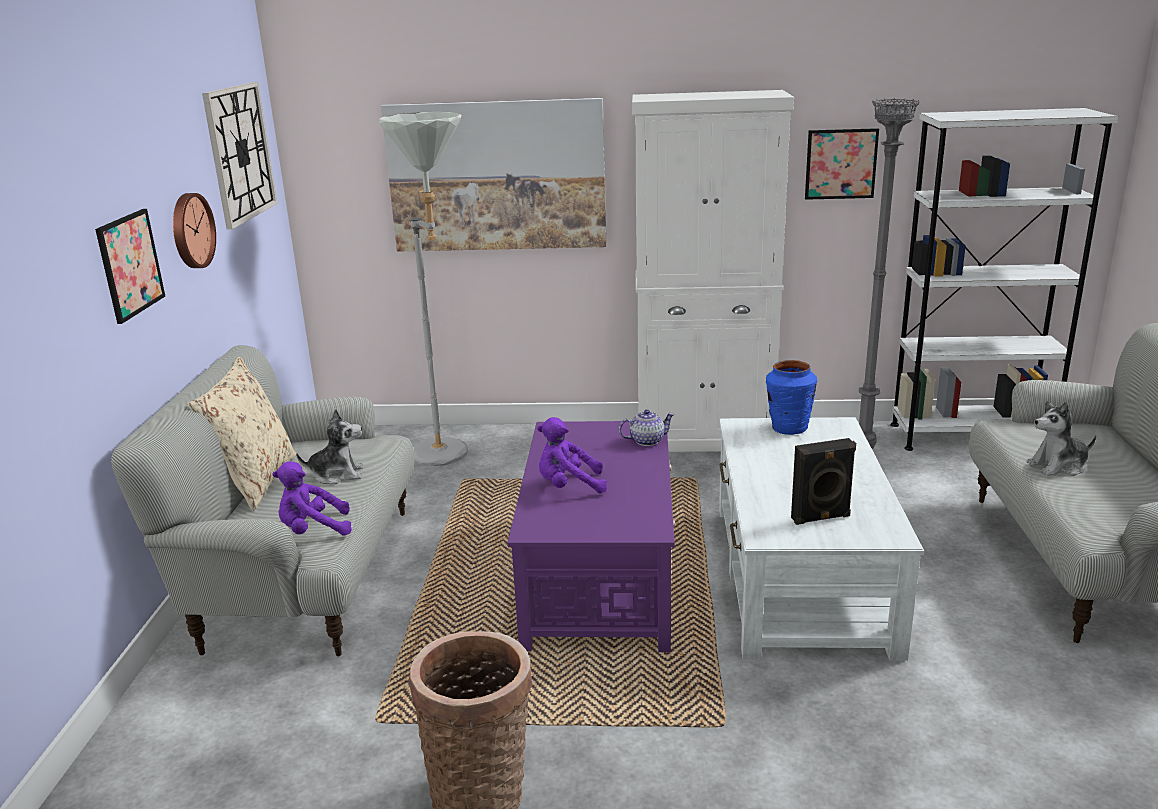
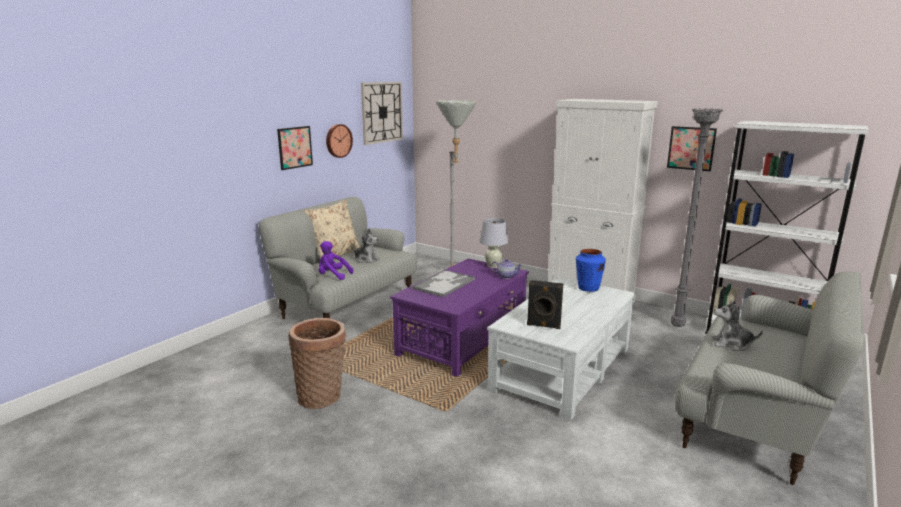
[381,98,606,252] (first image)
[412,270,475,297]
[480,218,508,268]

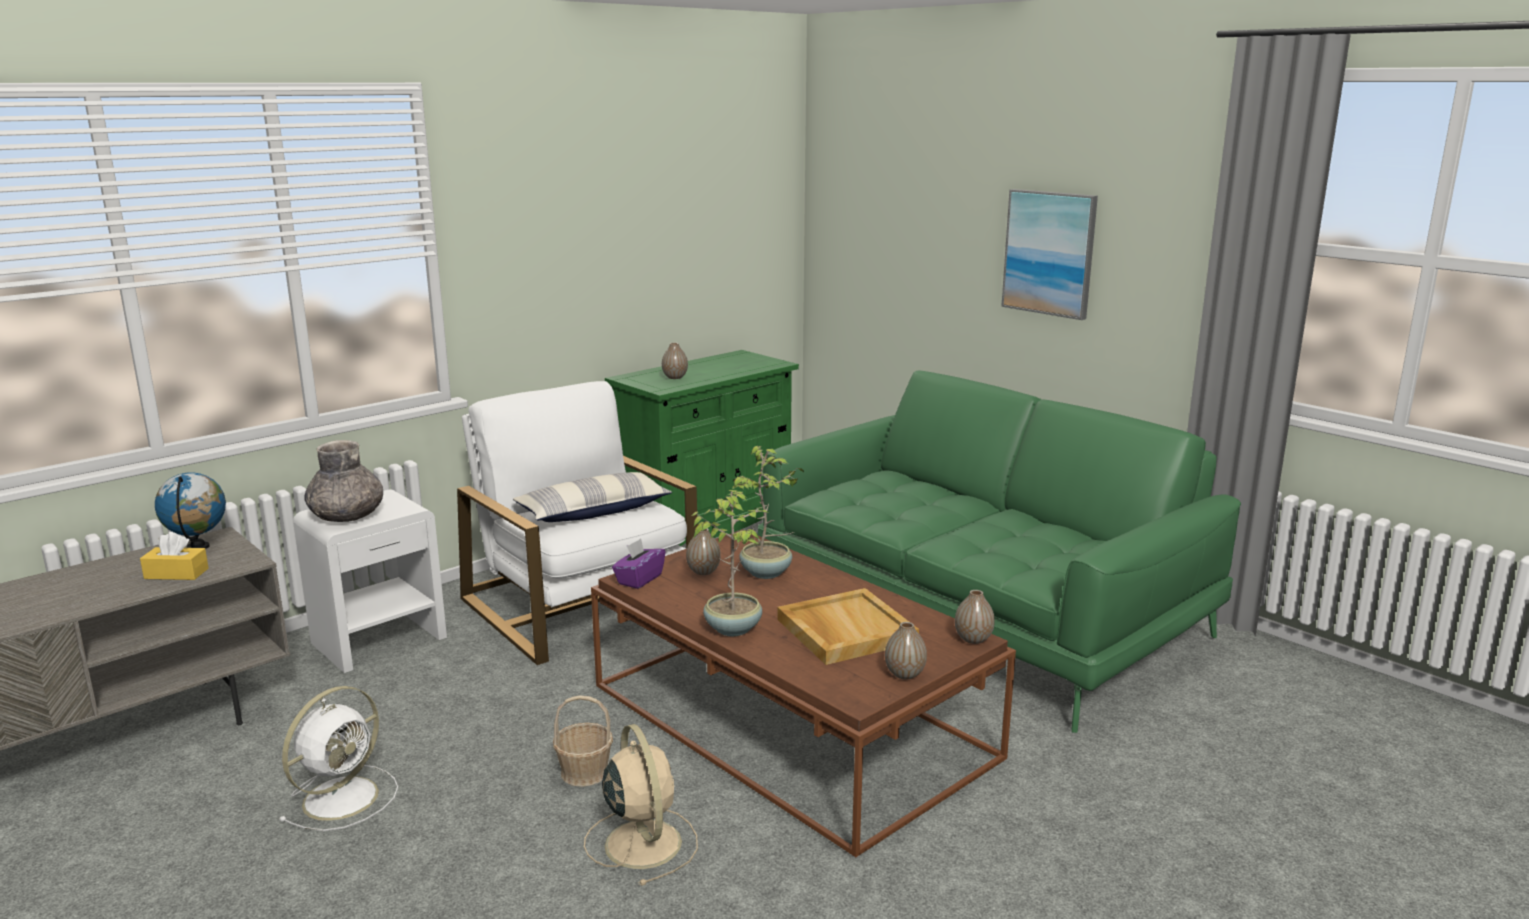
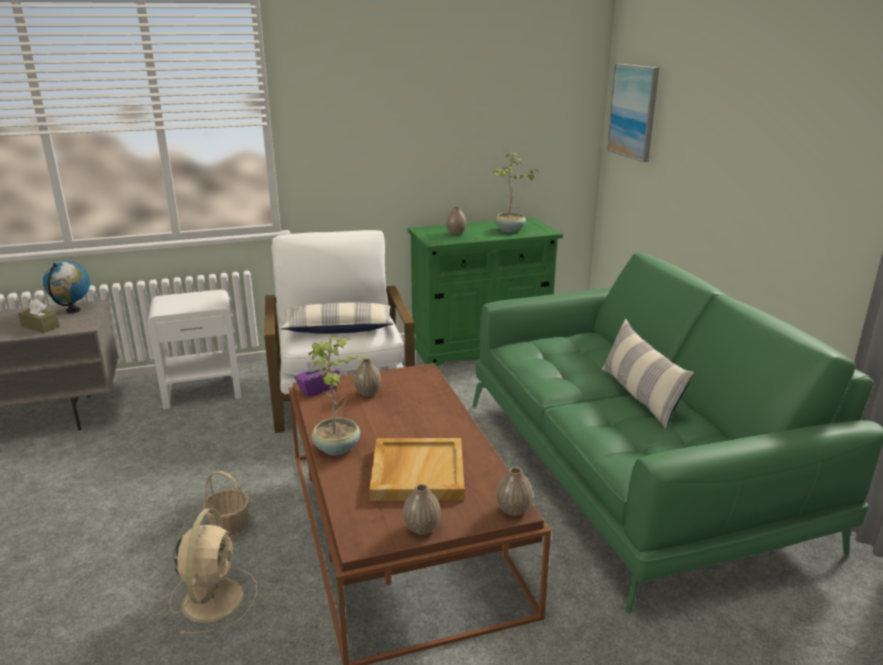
[607,64,659,162]
[304,440,383,522] (first image)
[492,152,538,232]
[18,299,60,333]
[278,686,398,831] (first image)
[602,319,694,429]

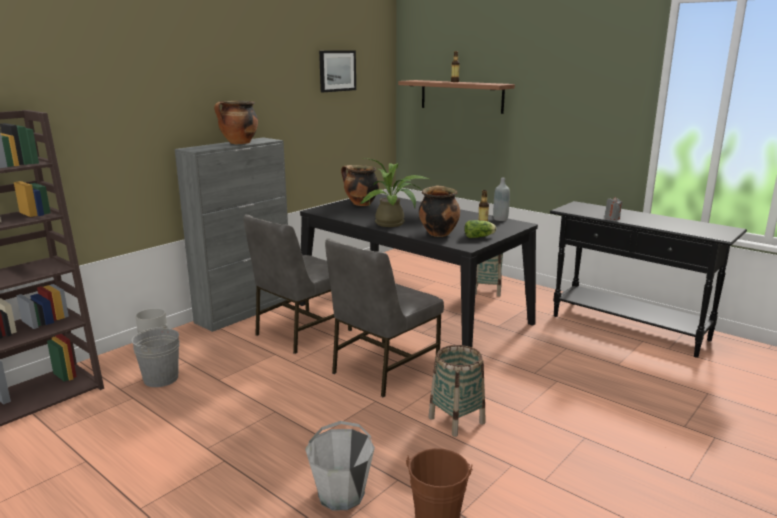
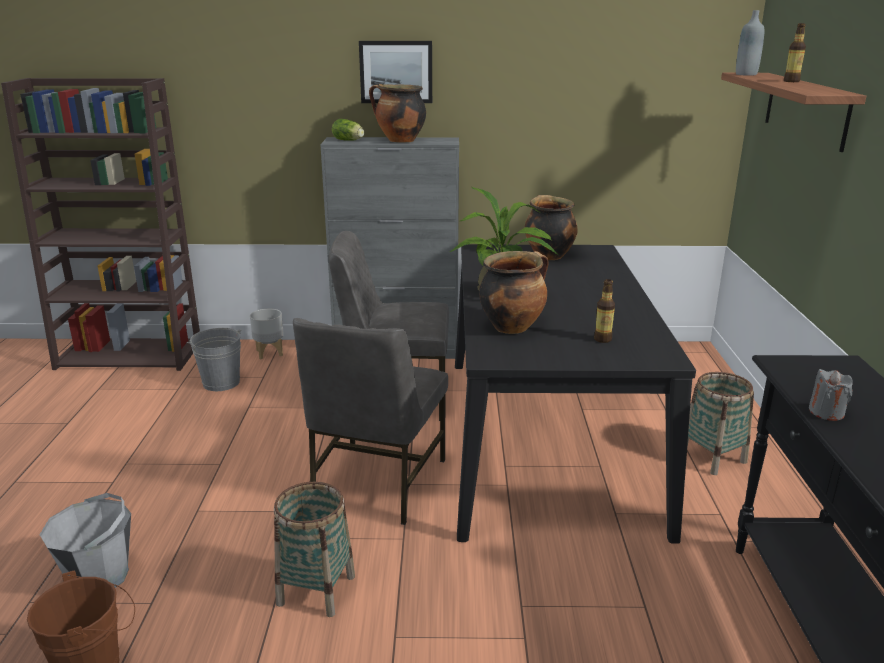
[359,41,432,103]
[736,10,764,76]
[332,119,364,141]
[293,318,448,525]

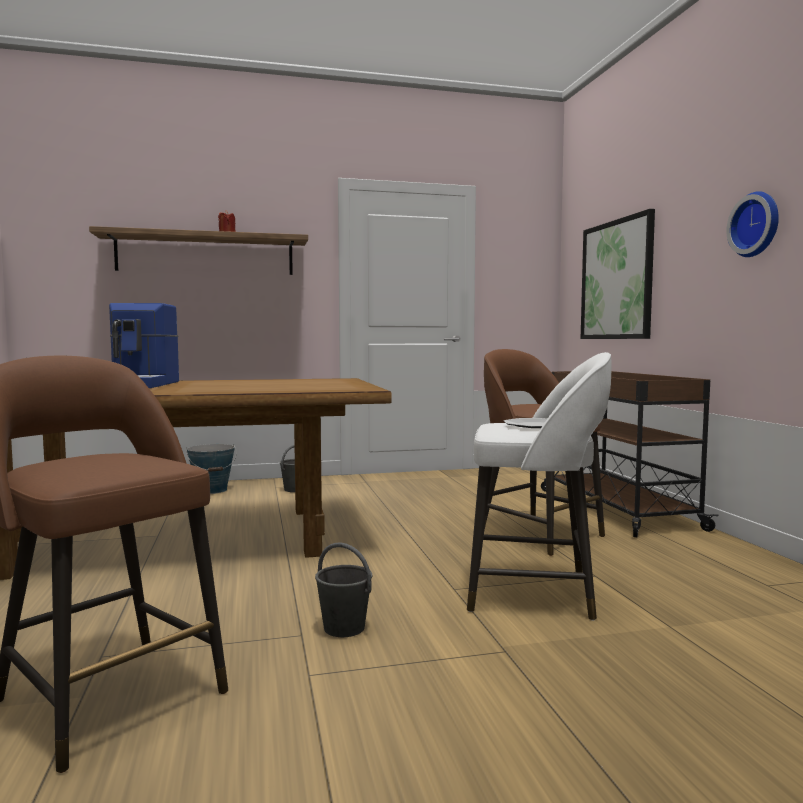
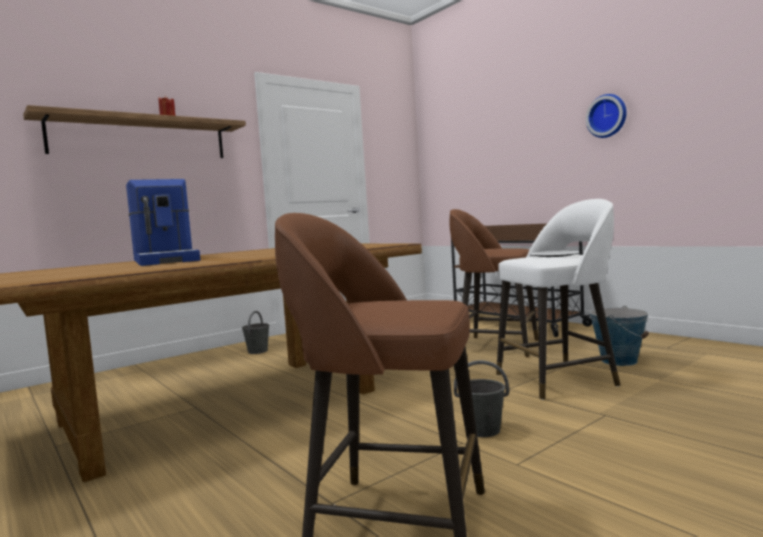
[581,209,655,339] (first image)
[590,306,649,366]

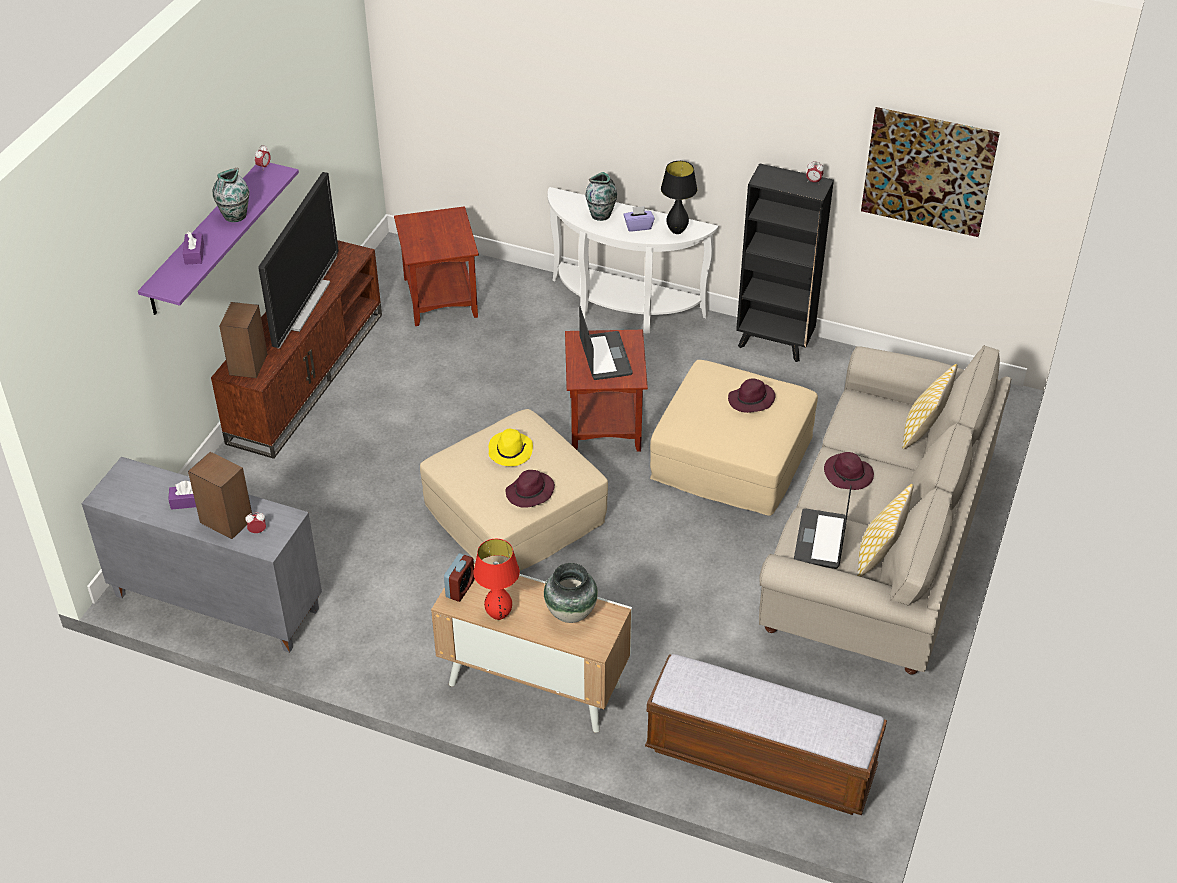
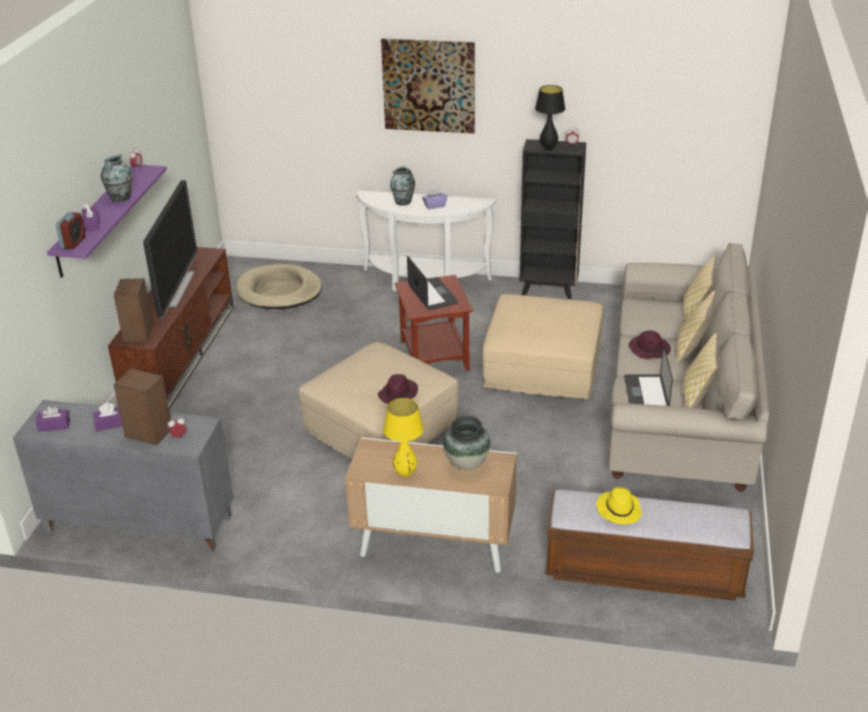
[381,39,475,134]
[535,85,565,151]
[236,264,322,309]
[728,378,776,413] (first image)
[597,487,642,524]
[383,398,424,477]
[56,212,86,249]
[676,290,716,363]
[36,406,70,432]

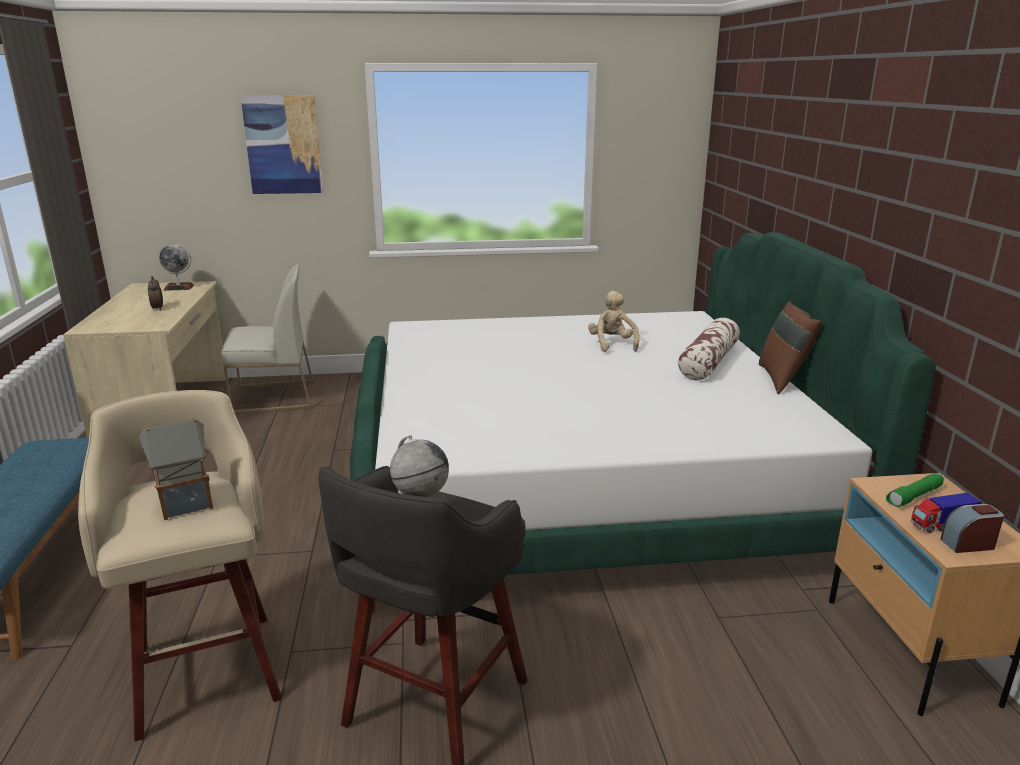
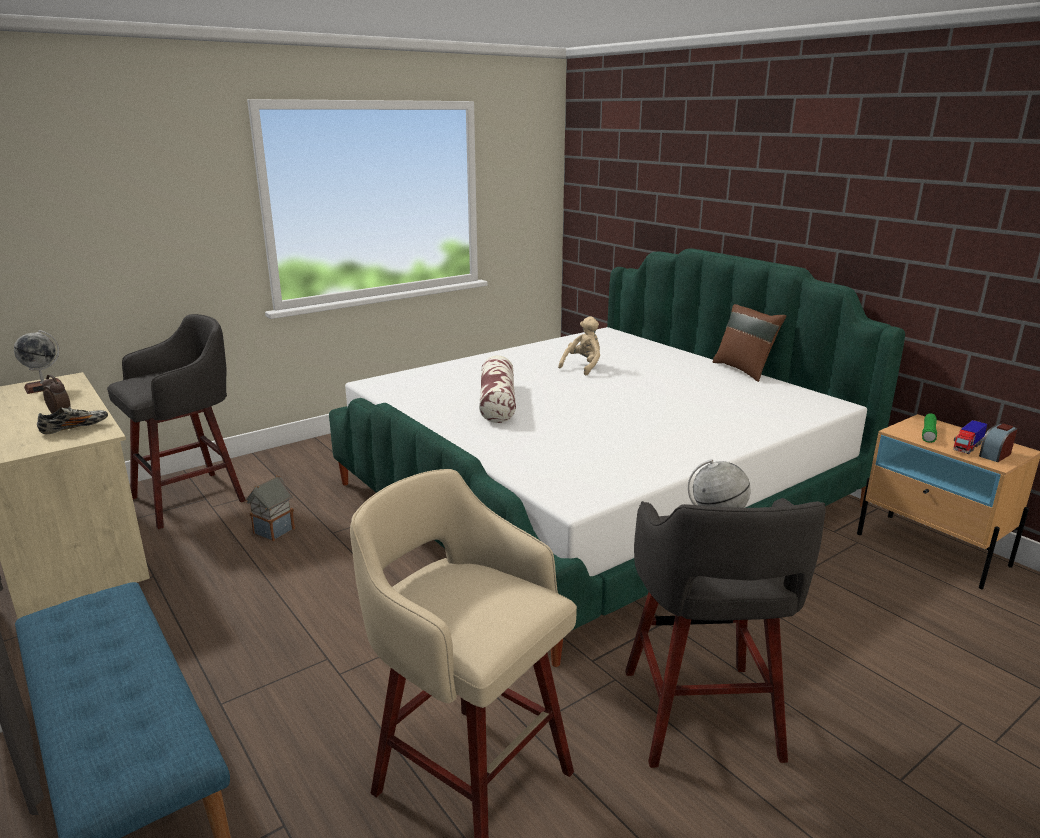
[241,95,323,194] (first image)
[107,314,246,529]
[558,316,600,375]
[479,355,516,423]
[245,475,295,541]
[37,406,108,434]

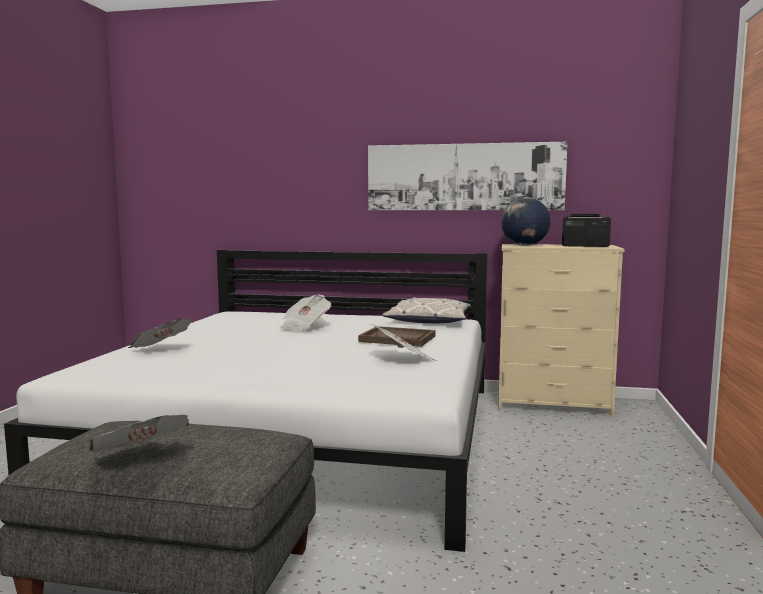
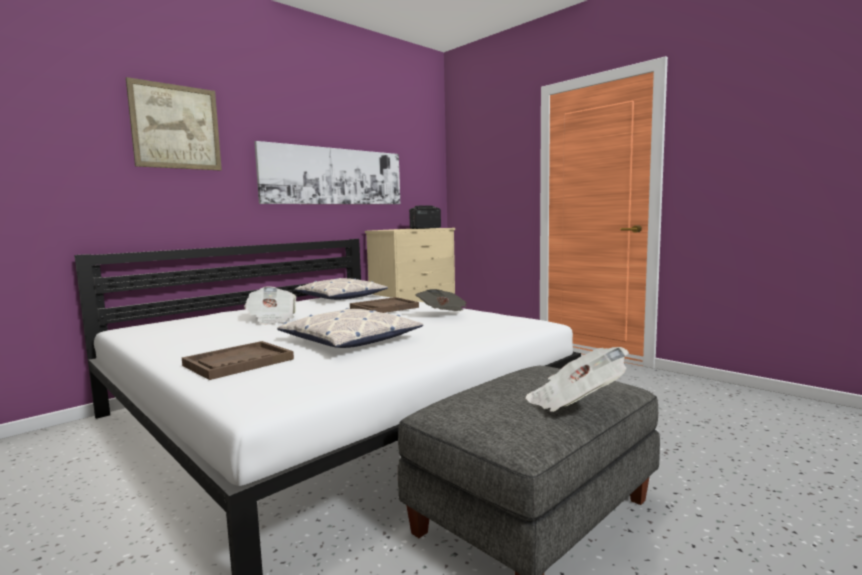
[501,197,551,246] (first image)
[182,341,294,380]
[126,77,222,171]
[277,308,423,348]

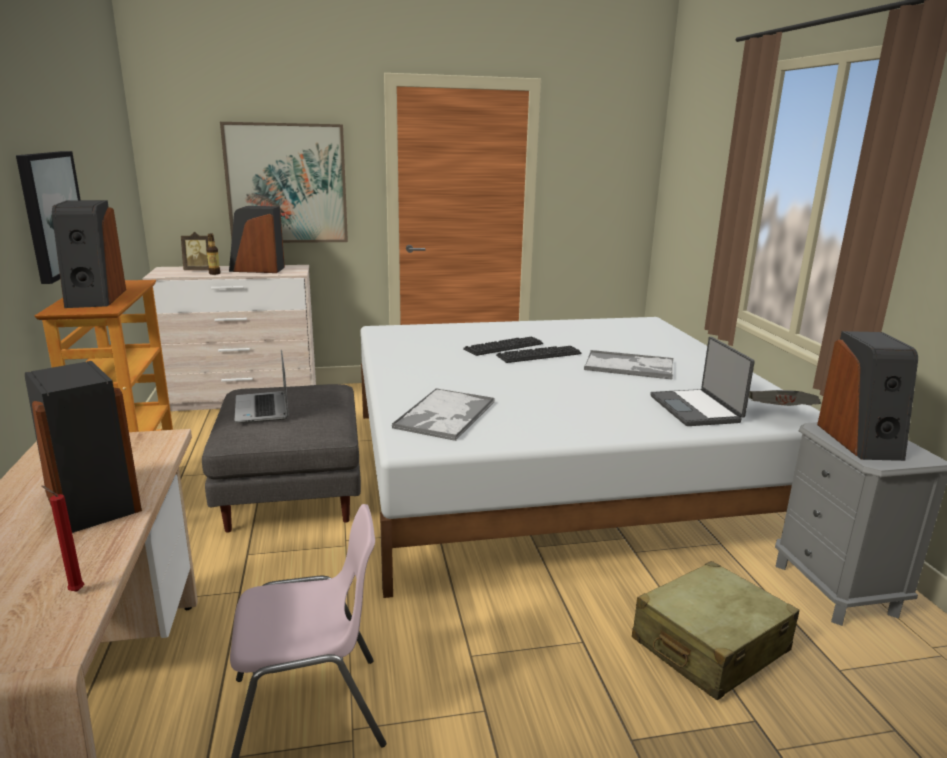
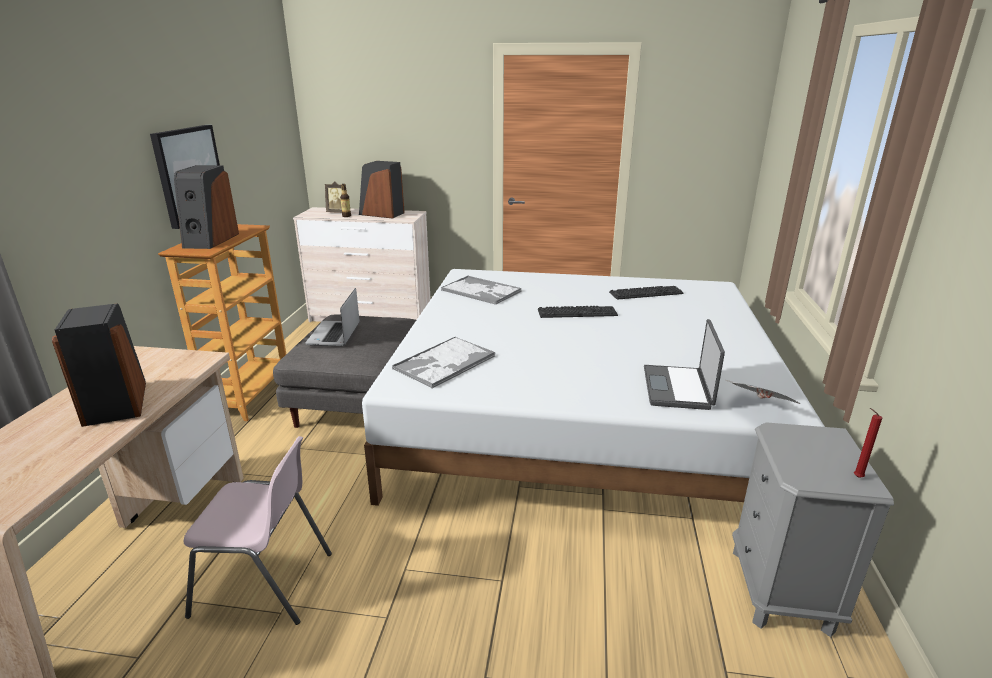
[220,122,348,243] (first image)
[817,331,918,461] (first image)
[609,286,684,300]
[441,276,522,305]
[854,408,882,478]
[632,561,799,700] (first image)

